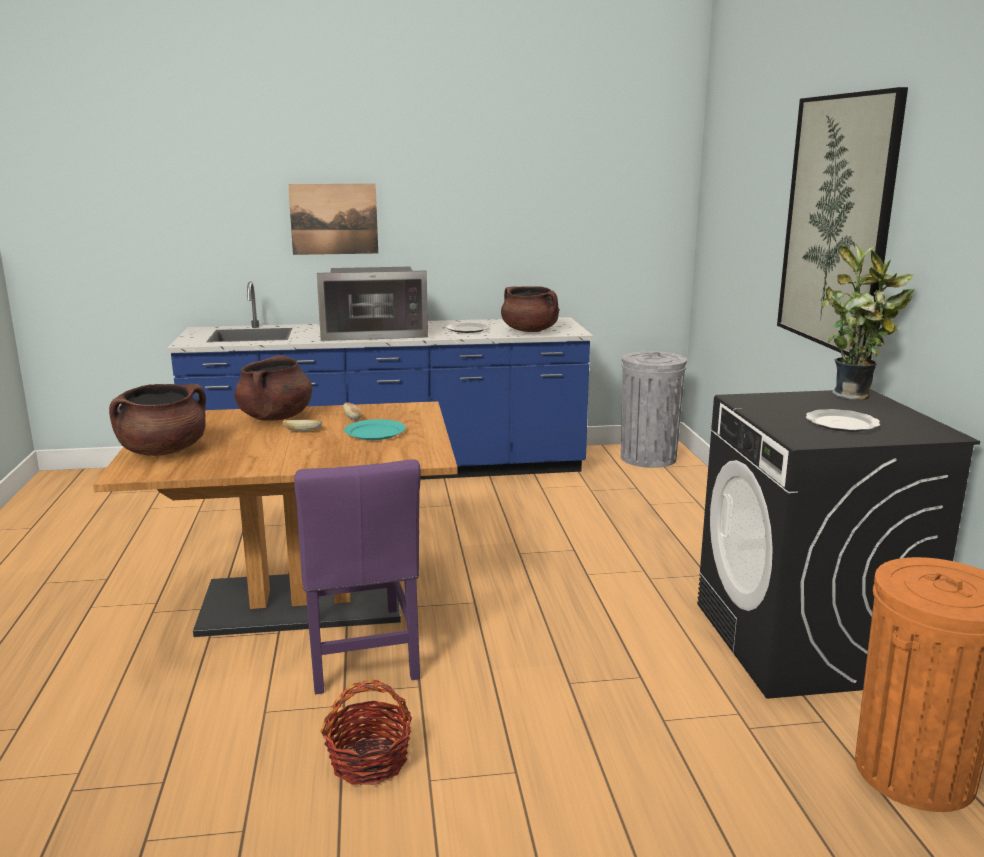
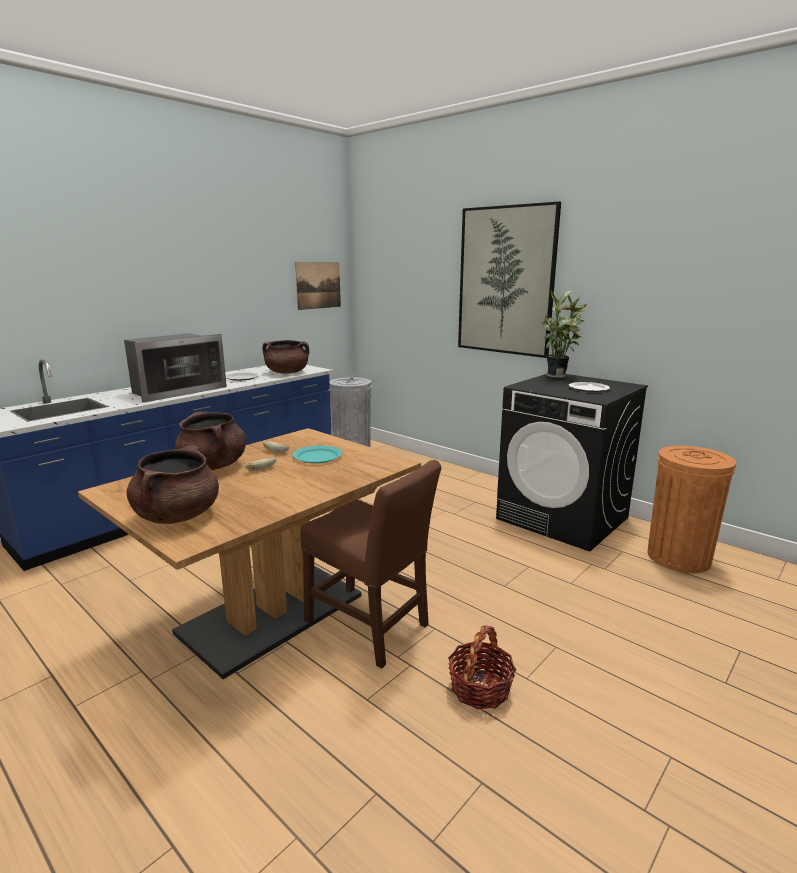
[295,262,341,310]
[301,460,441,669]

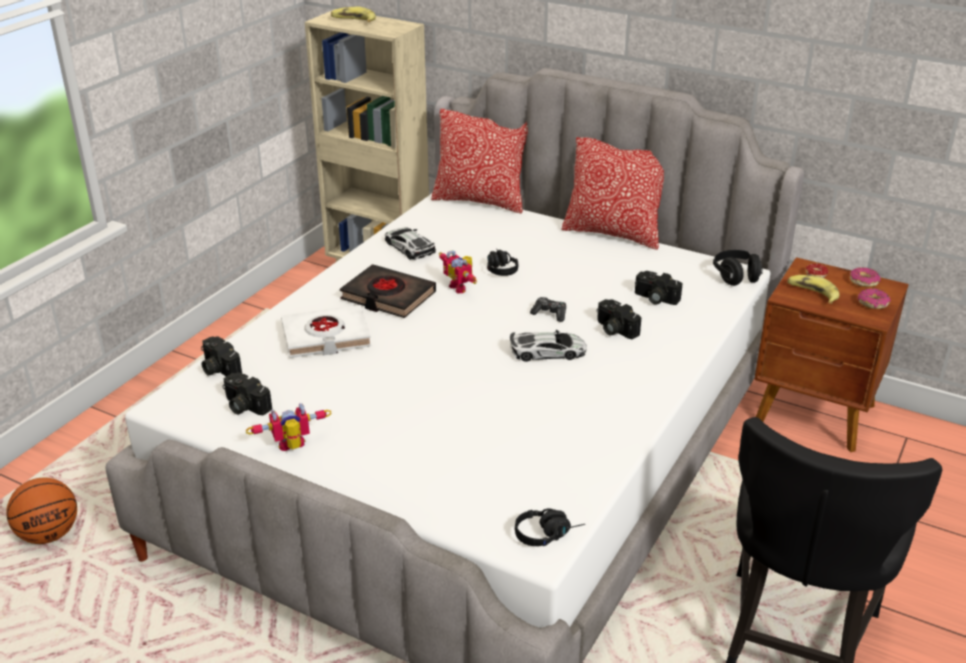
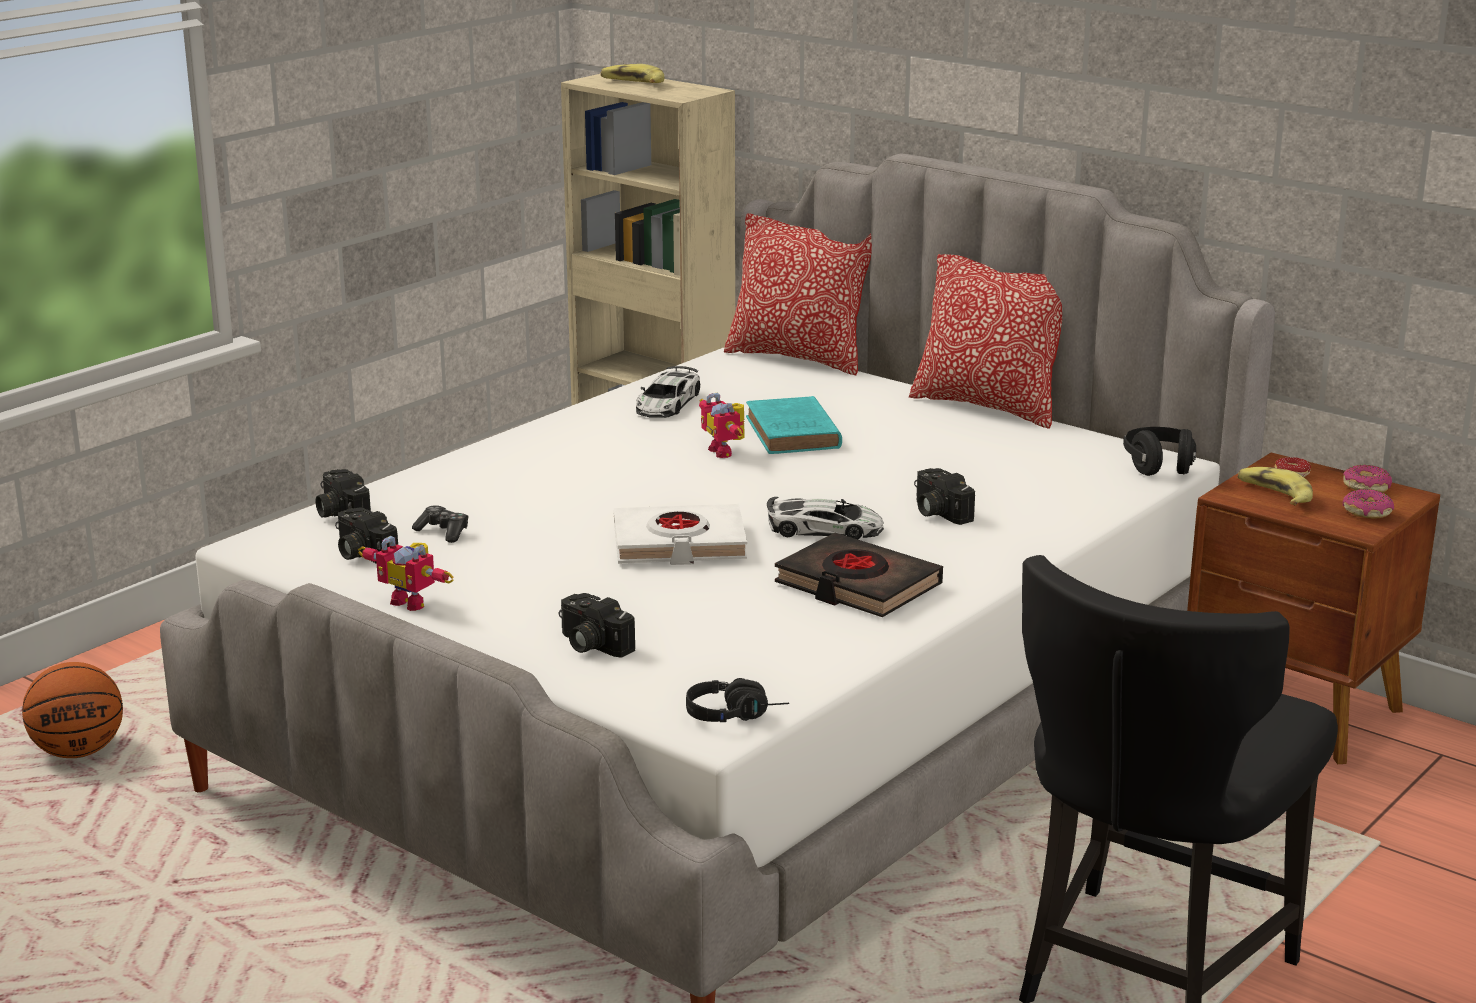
[636,366,700,418]
[746,396,842,454]
[775,533,943,617]
[559,593,635,658]
[412,505,468,543]
[614,504,747,565]
[358,536,454,611]

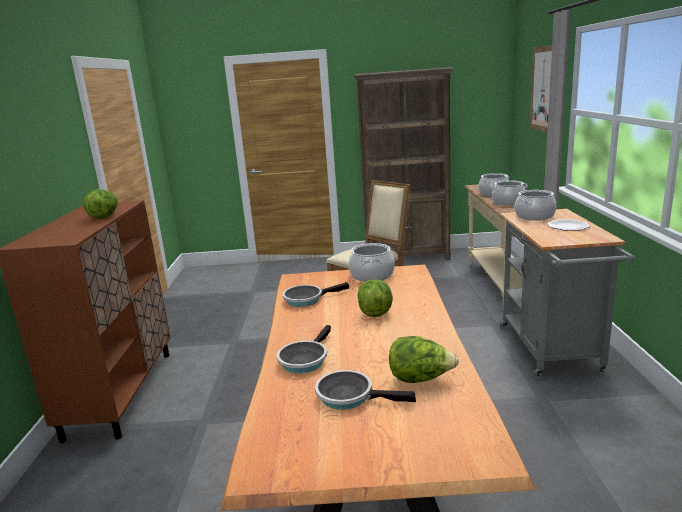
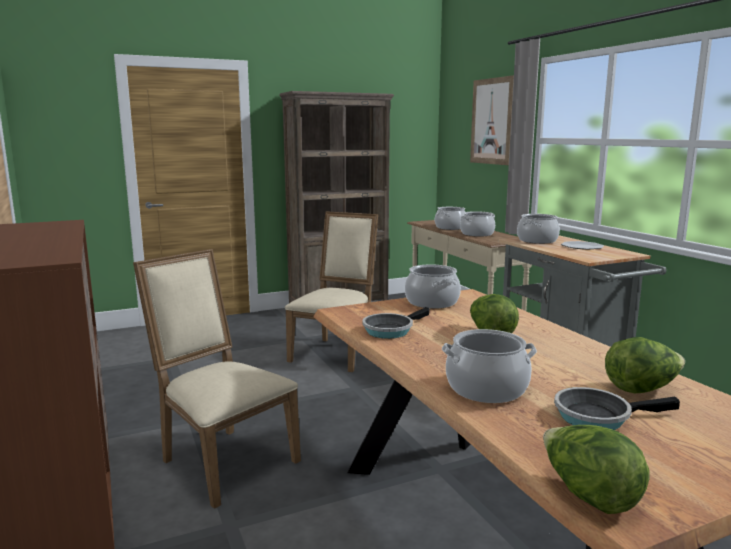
[543,425,649,514]
[442,329,537,403]
[133,249,301,509]

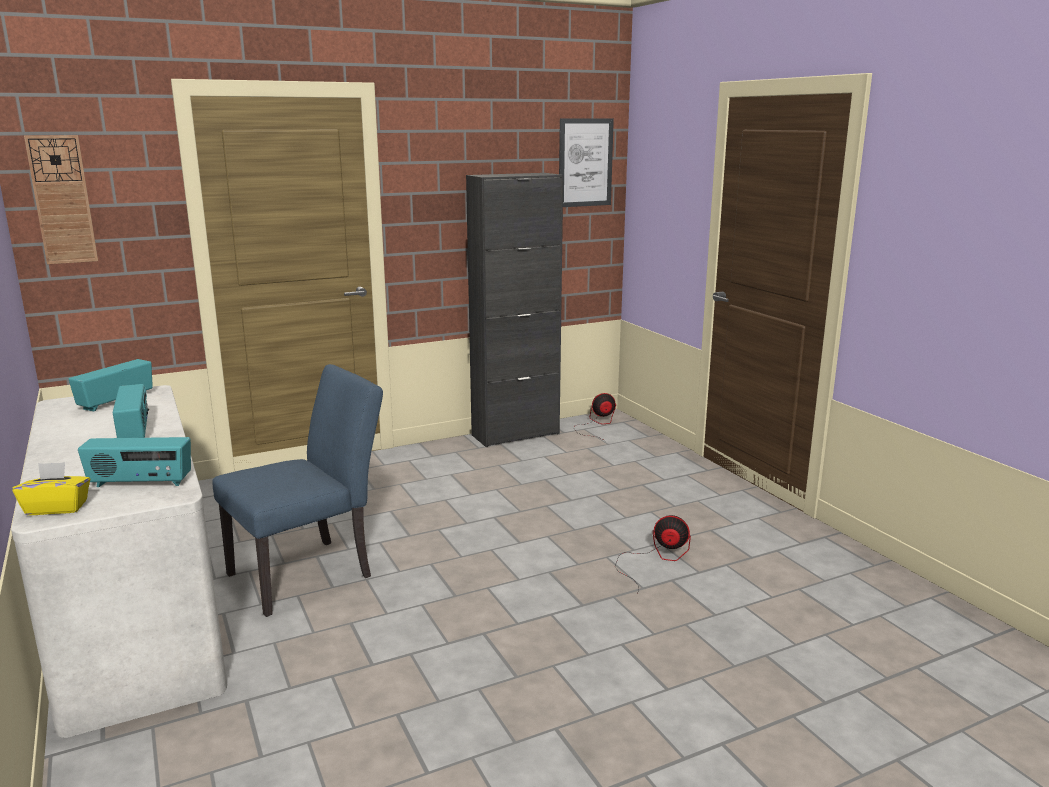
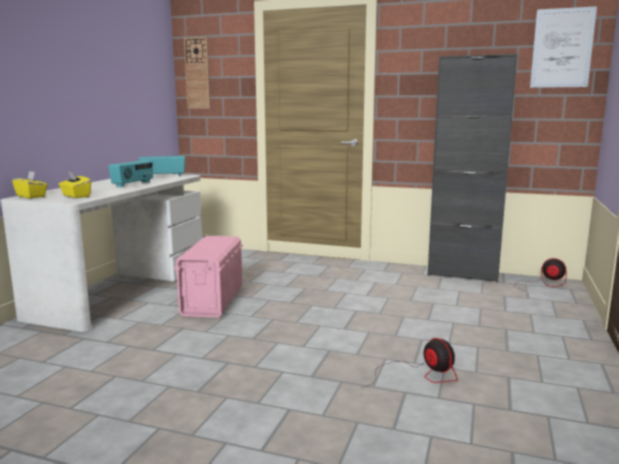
[174,236,243,318]
[59,172,91,198]

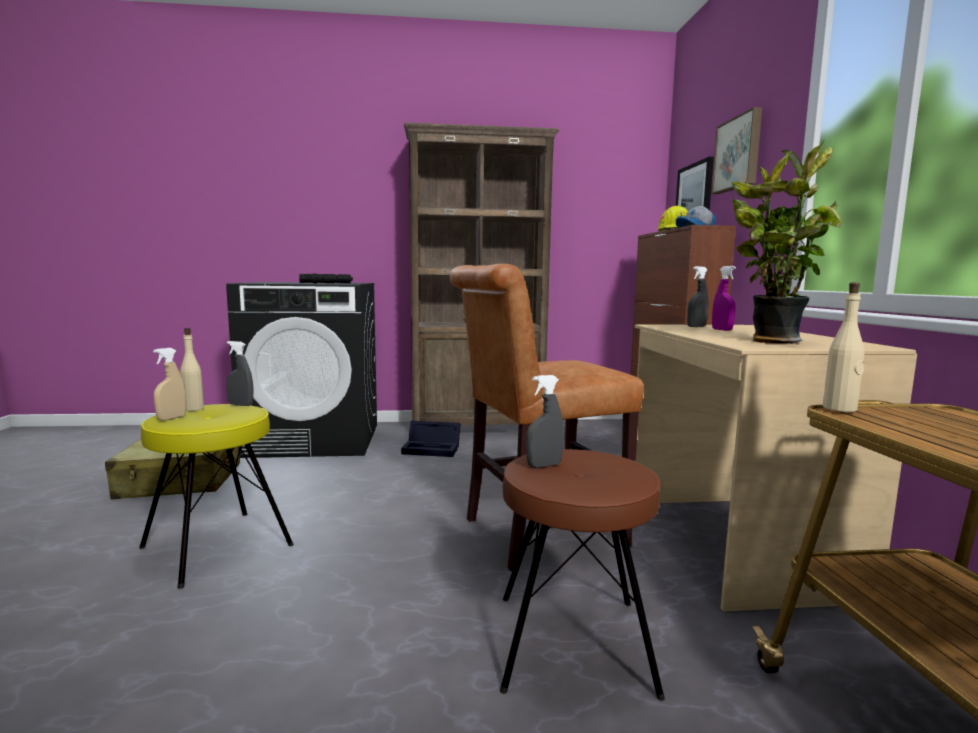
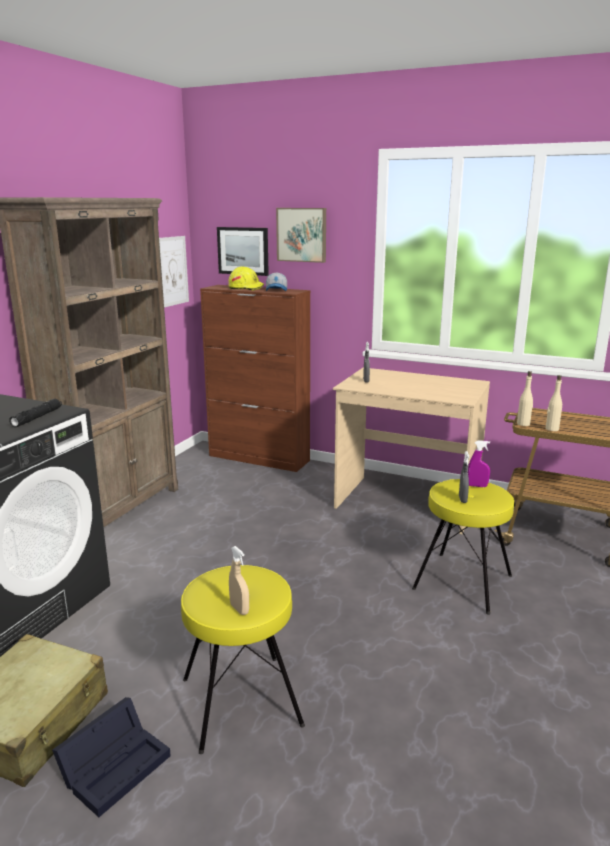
[732,139,842,344] (first image)
[450,264,644,571] (first image)
[468,440,490,487]
[546,375,562,431]
[226,341,253,406] (first image)
[52,697,171,817]
[412,479,514,615]
[159,236,189,307]

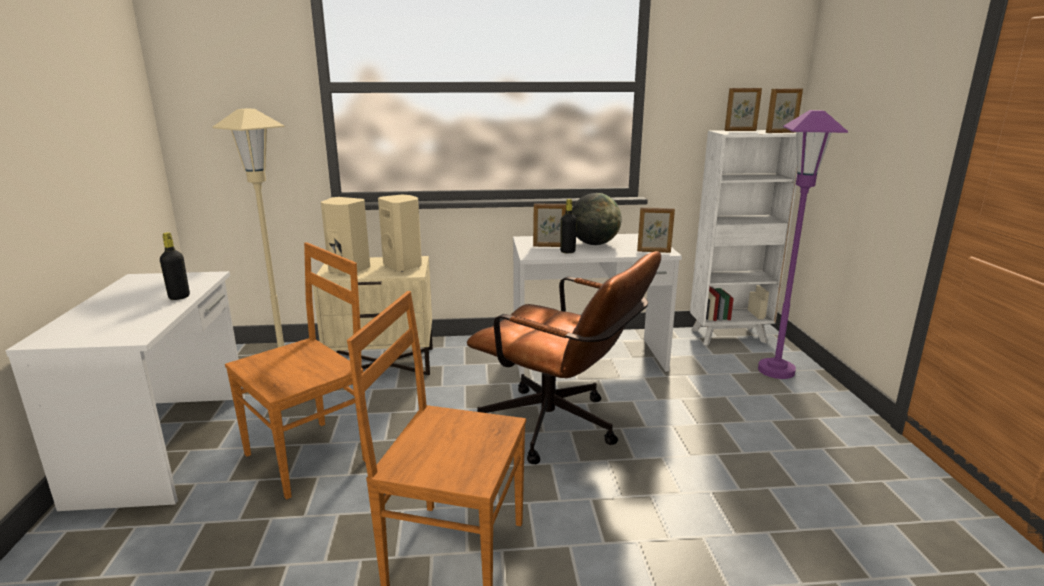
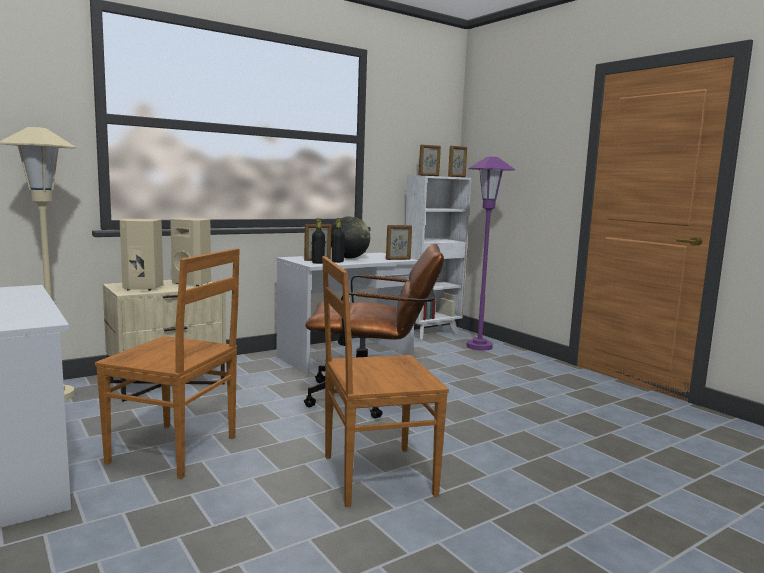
[312,218,325,264]
[95,248,240,479]

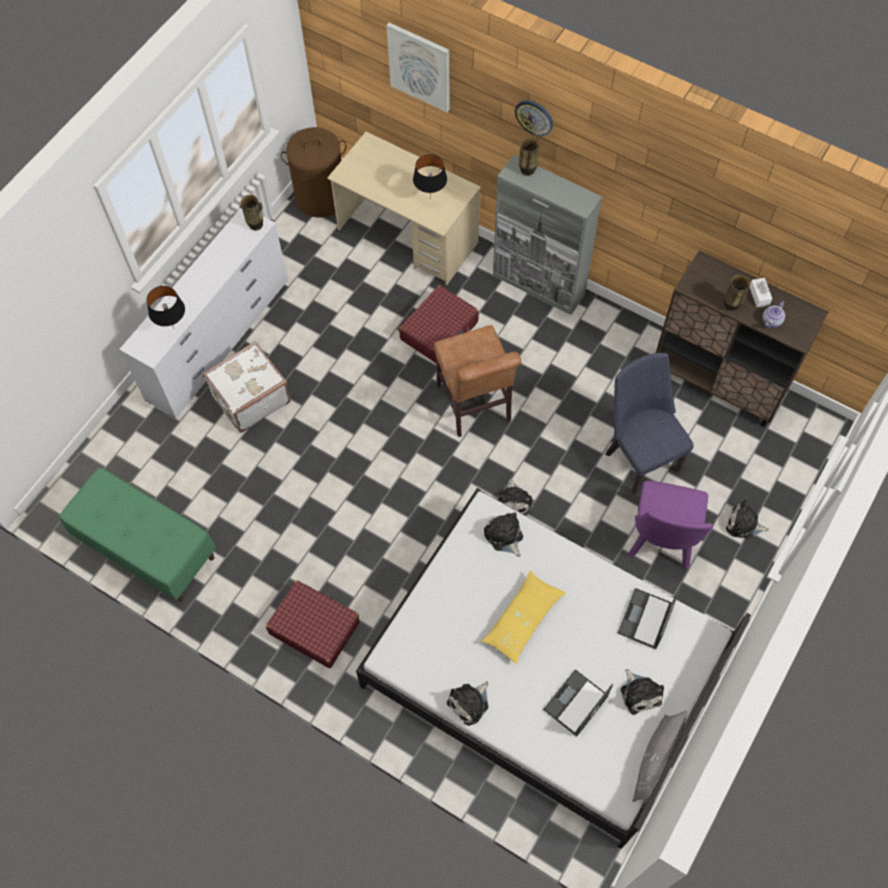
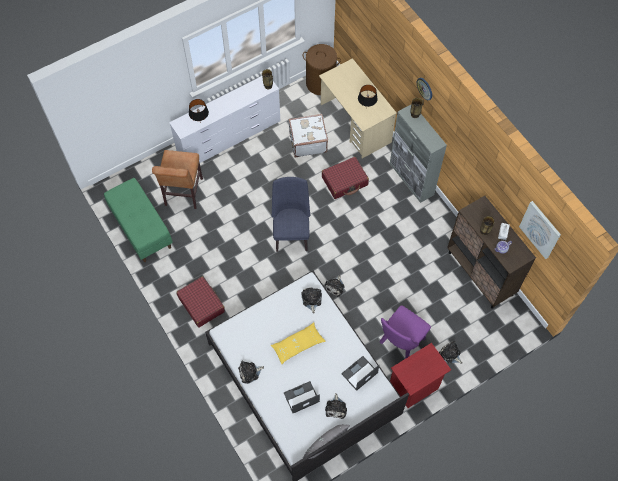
[519,201,561,259]
[152,150,203,209]
[288,114,328,157]
[272,177,310,252]
[390,343,451,408]

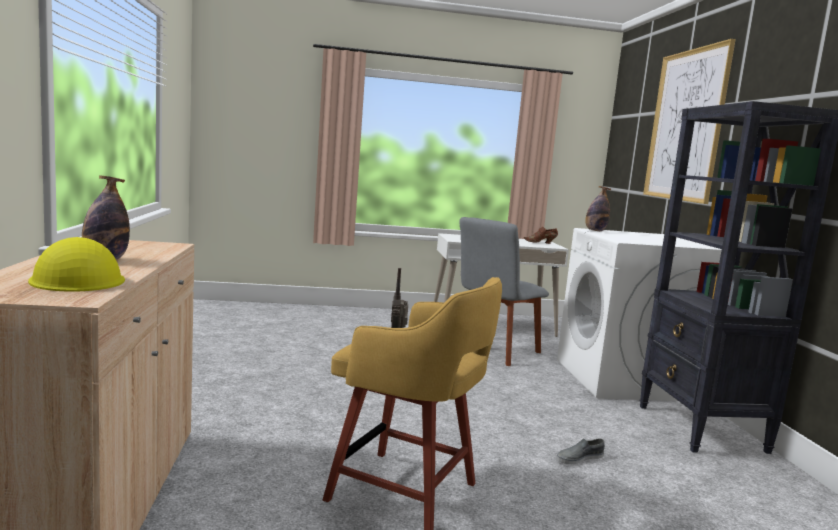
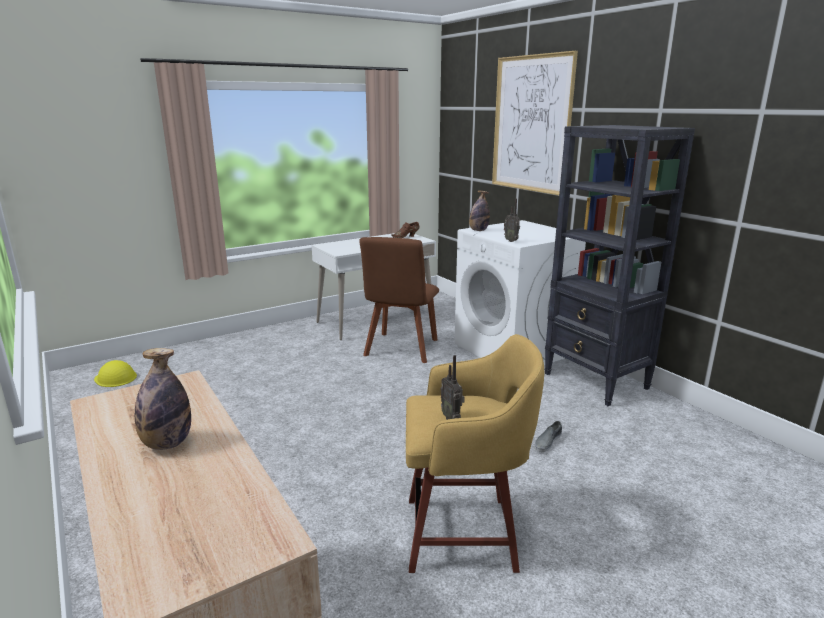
[359,237,439,363]
[94,360,137,387]
[504,199,520,242]

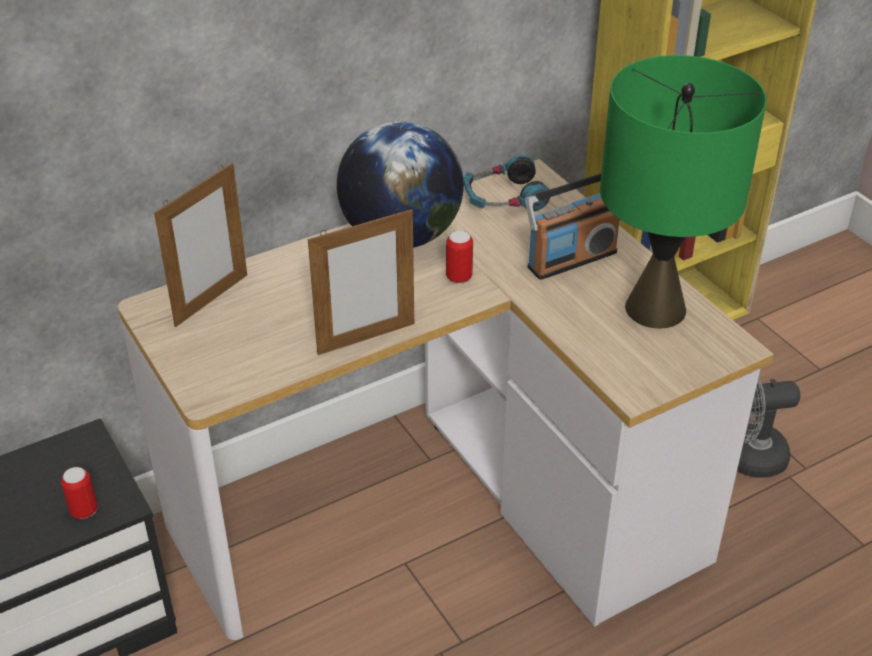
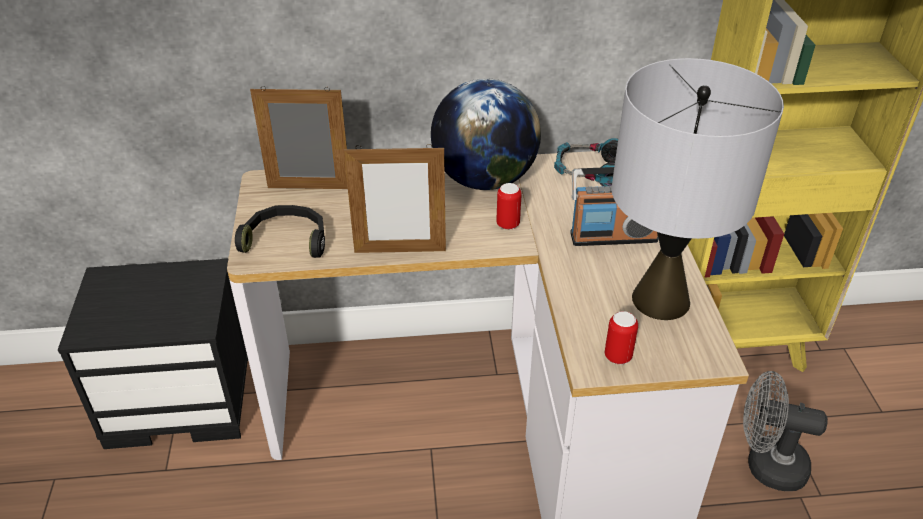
[612,58,784,320]
[250,86,348,189]
[605,311,638,365]
[235,205,325,258]

